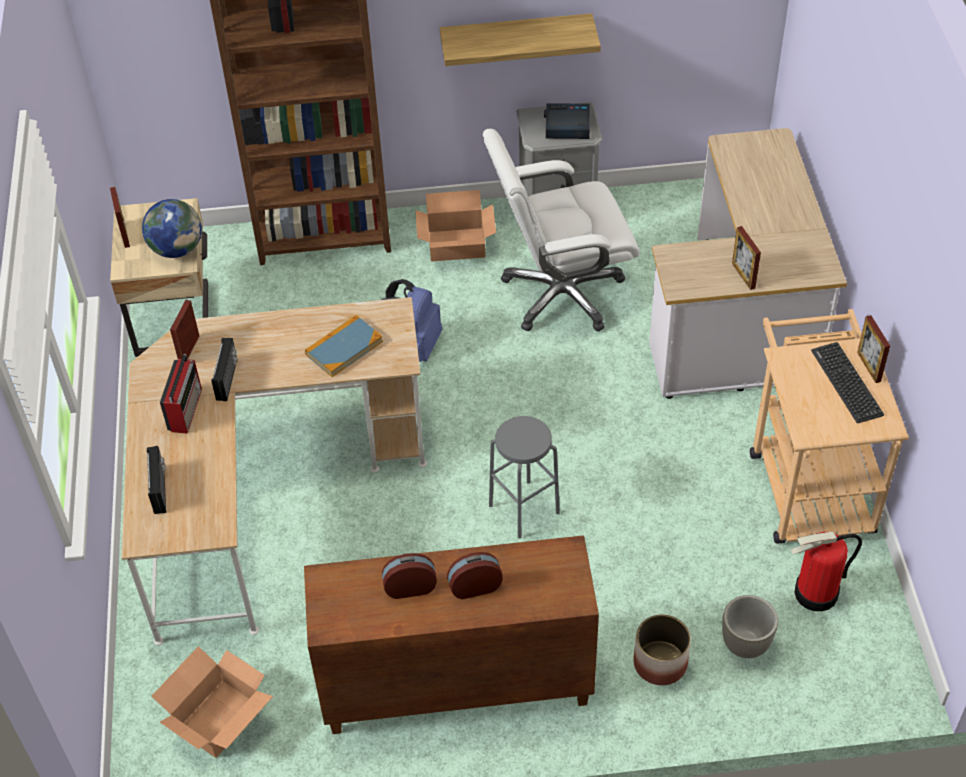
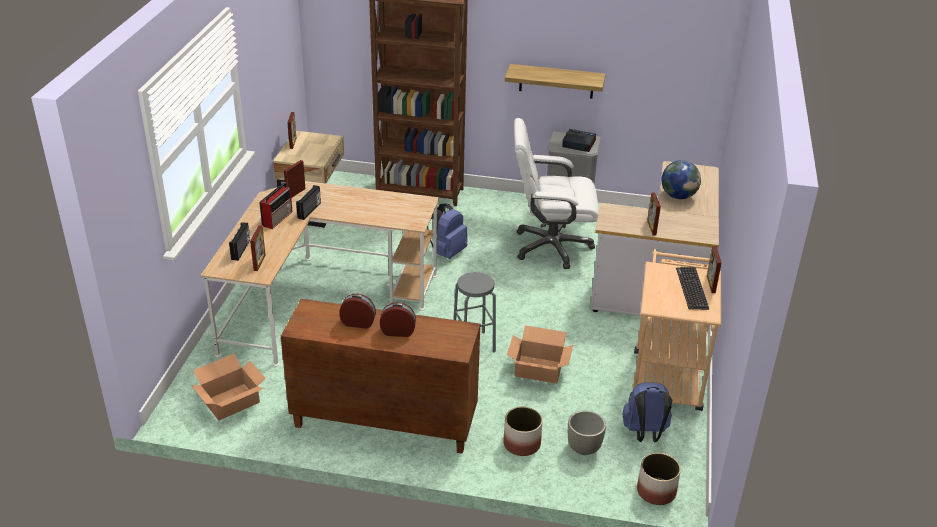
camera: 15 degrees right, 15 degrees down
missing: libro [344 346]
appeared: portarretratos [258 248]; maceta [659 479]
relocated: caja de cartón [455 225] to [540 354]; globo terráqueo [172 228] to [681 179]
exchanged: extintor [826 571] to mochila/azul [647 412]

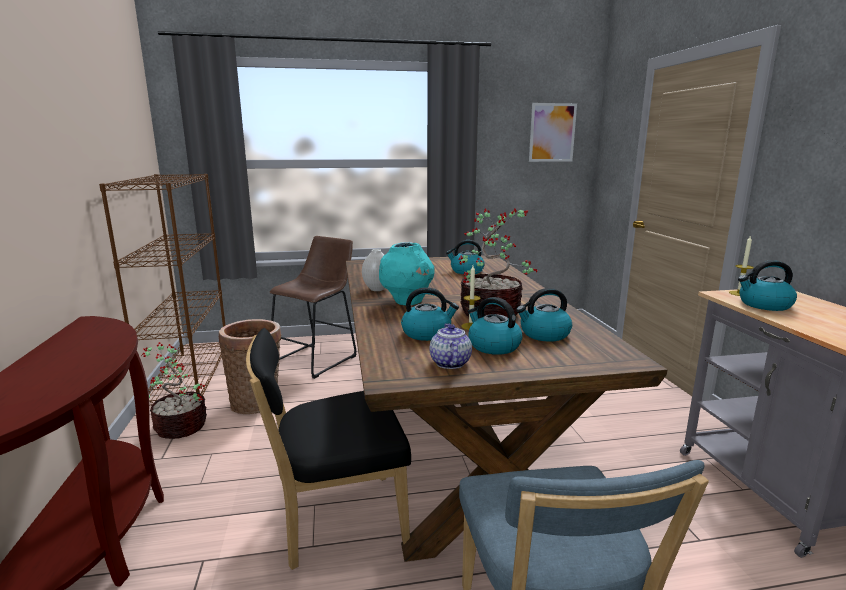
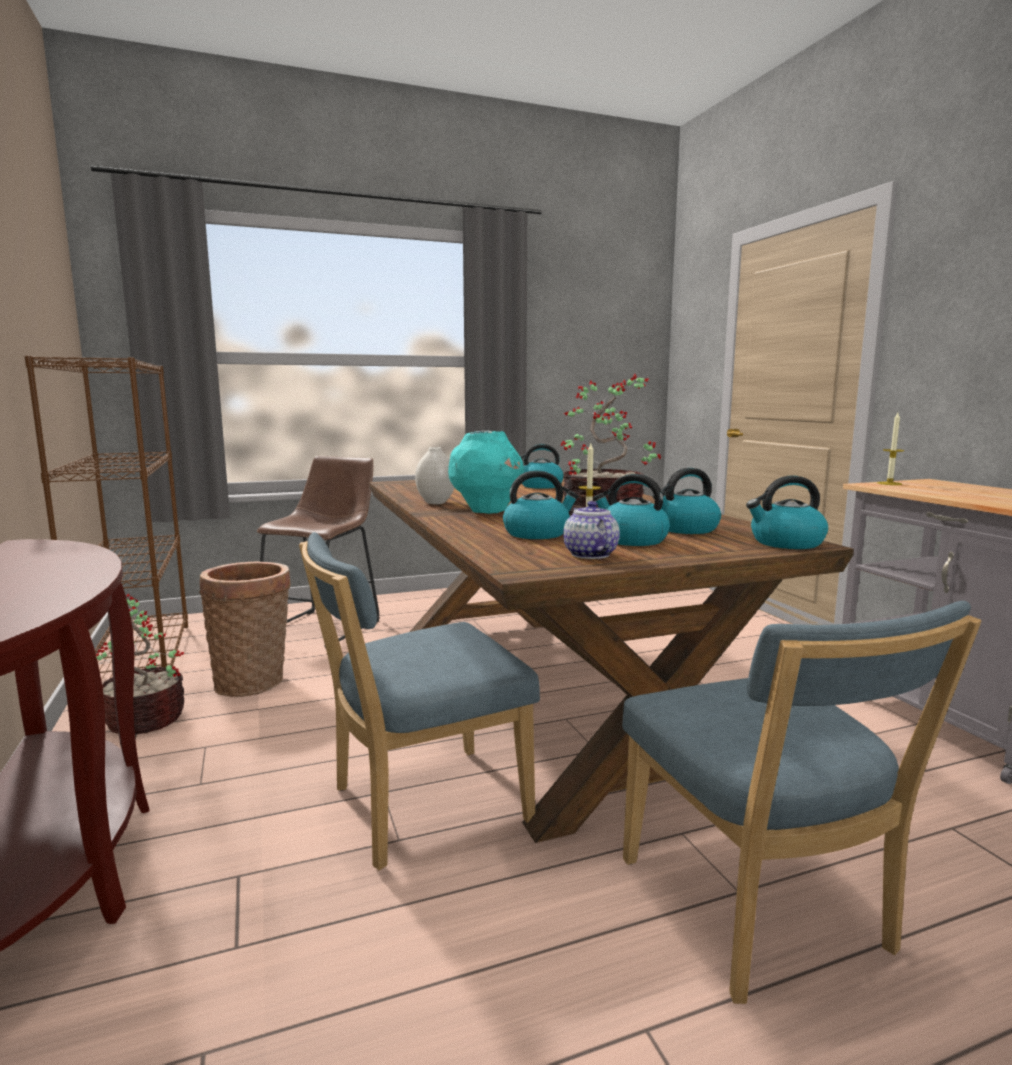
camera: 10 degrees left, 5 degrees down
missing: cuadro [553 132]
relocated: hervidor [767 285] to [787 512]
colour: silla/negro [328 449] to silla/azul [419 701]

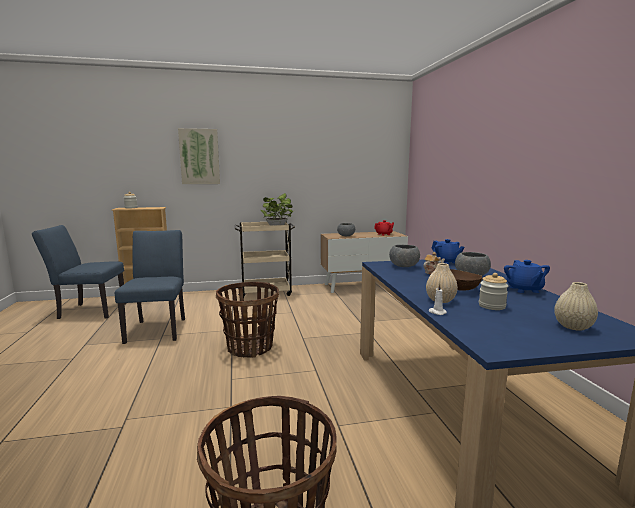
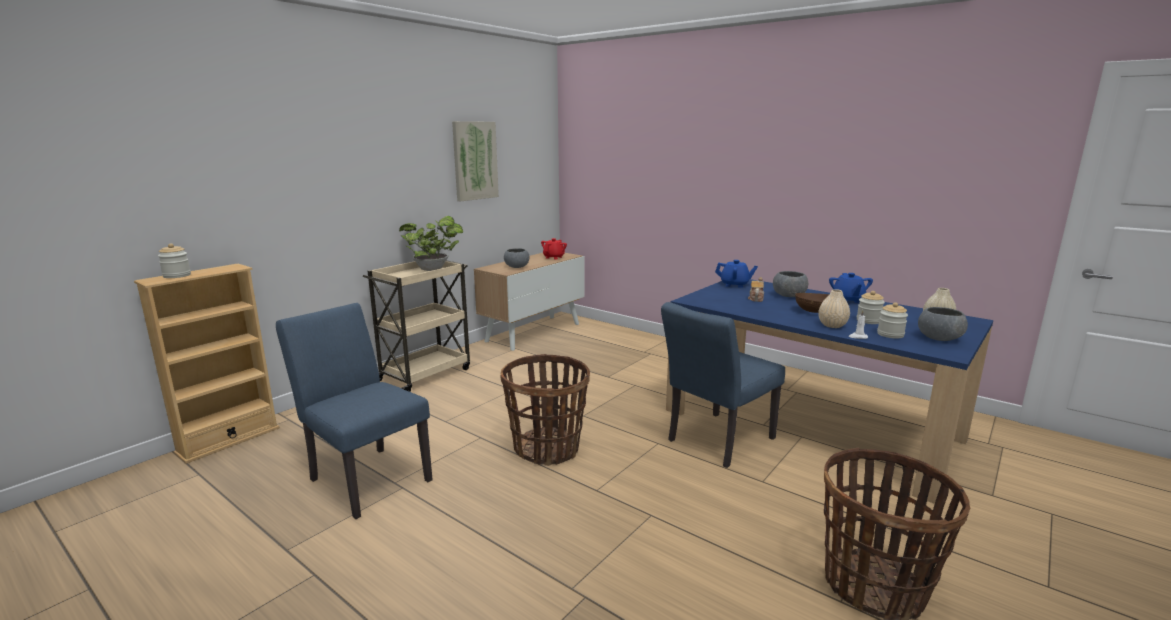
camera: 40 degrees left, 5 degrees up
appeared: tarro [892 320]
relocated: cuadro [199 156] to [475 161]; silla/azul [79 272] to [723 385]; cuenco/gris [404 255] to [943 324]
spun: tetera/azul [527 276] = [851 288] 45 degrees clockwise

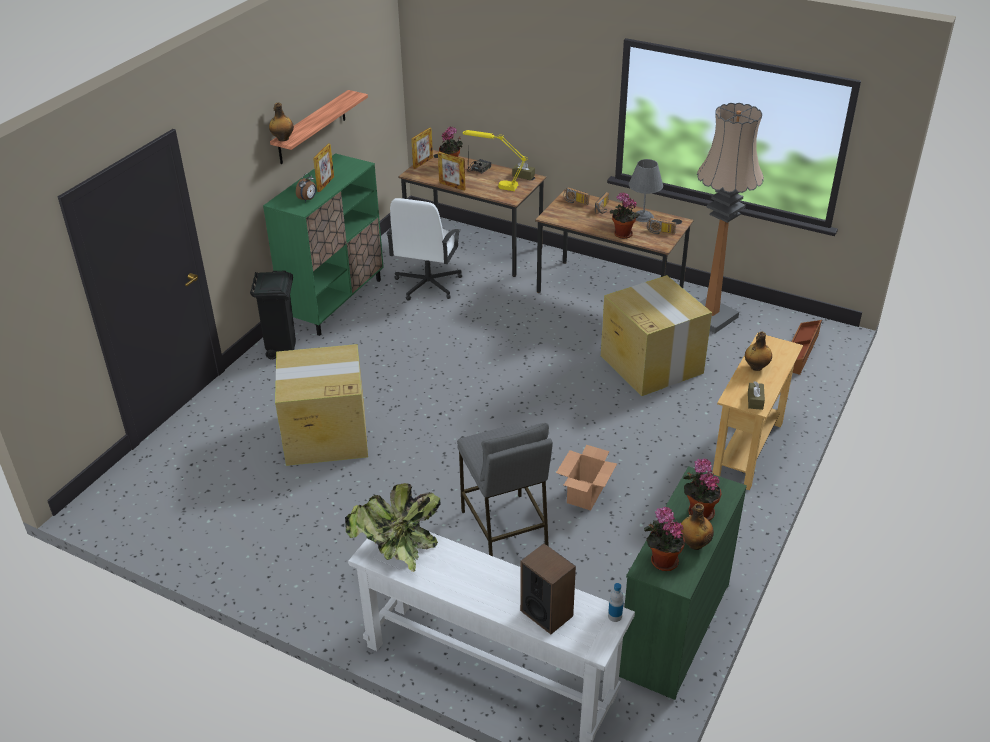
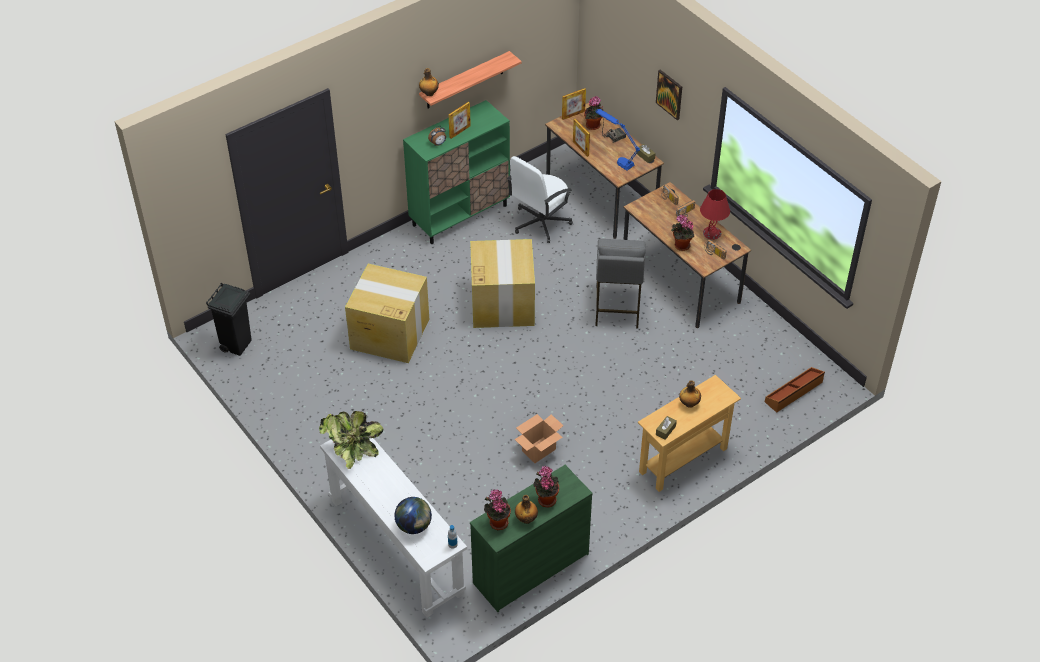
camera: 25 degrees right, 10 degrees up
missing: lámpara de pie [730 218]
appeared: cuadro [669 95]
relocated: papelera/negro [273 315] to [229 319]; caja de cartón [656 335] to [502 283]; taburete/gris [505 489] to [620 283]
exchanged: altavoz [548 588] to globo terráqueo [413 515]
colour: lámpara de mesa/amarillo [495 160] to lámpara de mesa/azul [618 140]; lámpara de mesa/gris [646 190] to lámpara de mesa/rojo [715 214]

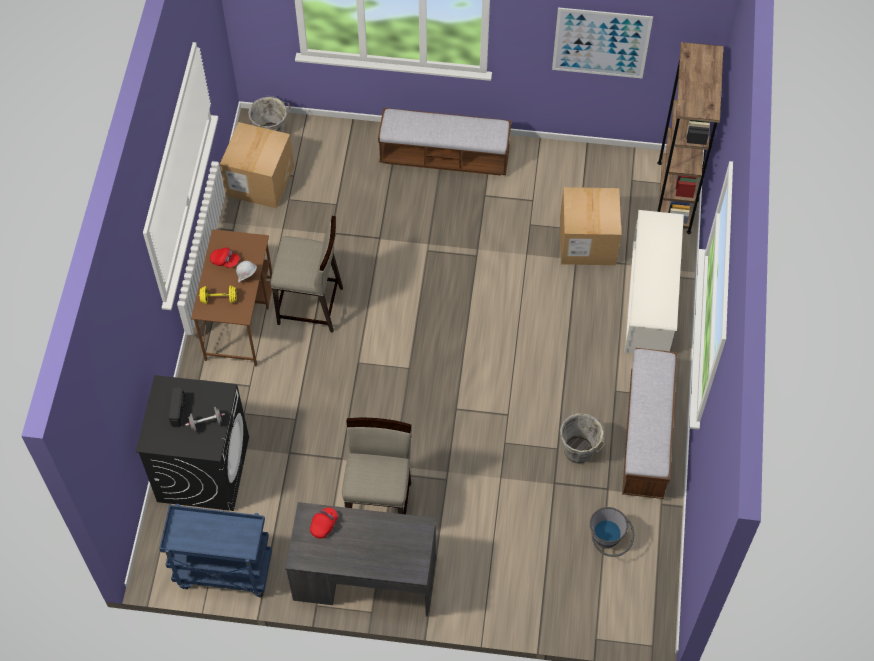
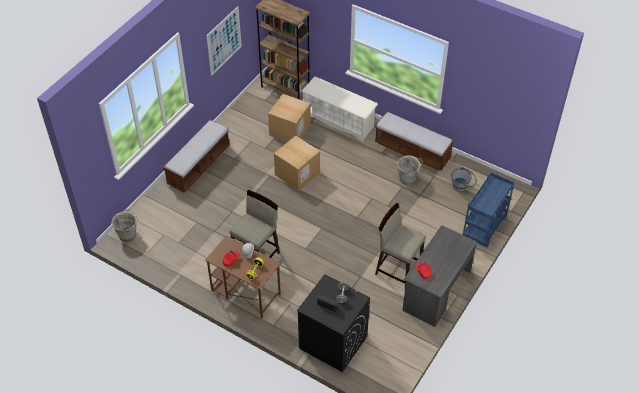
camera: 65 degrees left, 10 degrees down
relocated: caja de cartón [257 165] to [297 163]; carrito/azul [215 550] to [488 210]

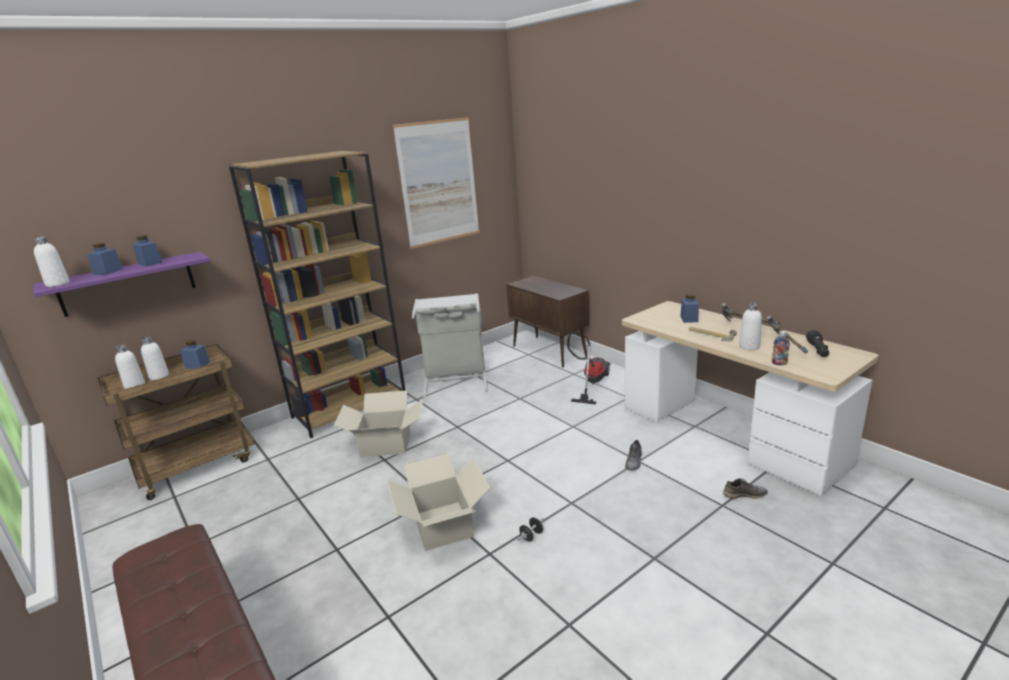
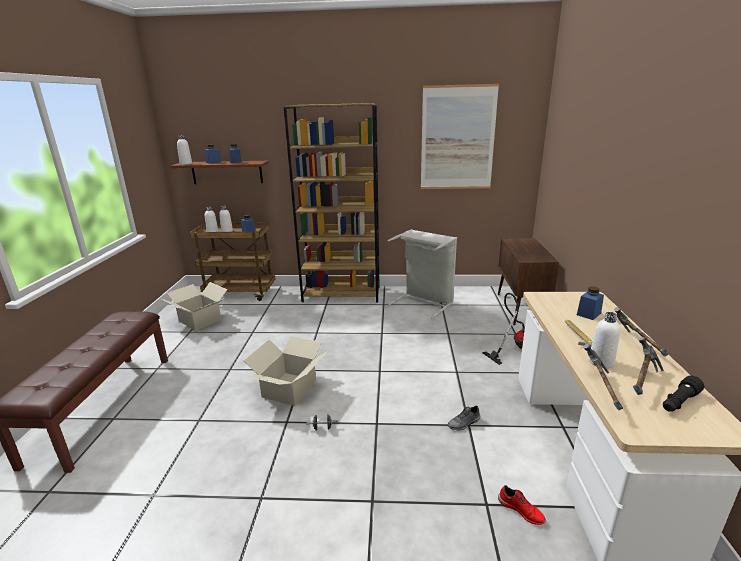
camera: 40 degrees right, 0 degrees up
relocated: caja de cartón [378 423] to [195 306]
exchanged: botella [781 348] to martillo [603 377]
colour: estante/morado [121 284] to estante/marrón [220 172]; zapato/gris [745 488] to zapato/rojo [522 505]

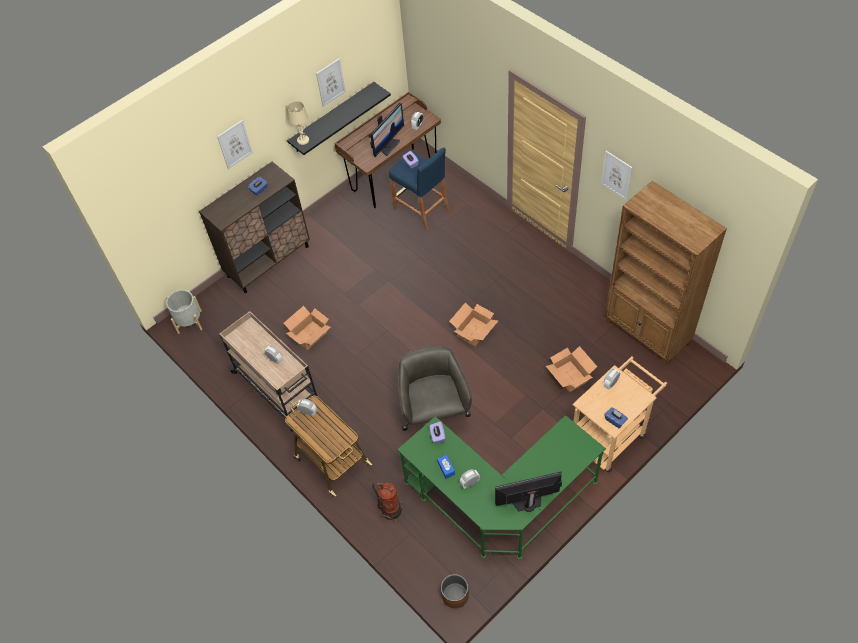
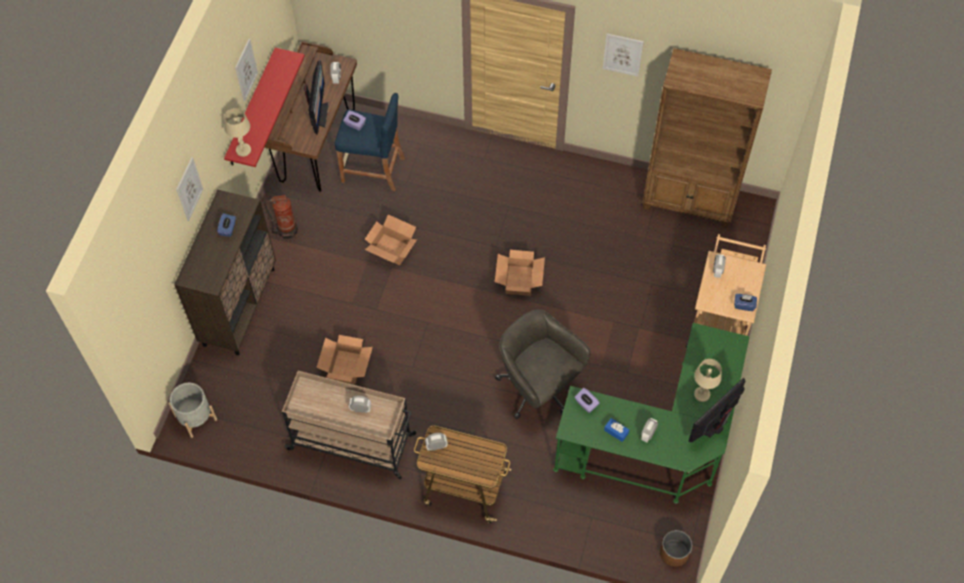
camera: 35 degrees left, 5 degrees up
appeared: lámpara de mesa/beis [707 380]
relocated: extintor [387 502] to [281 217]; caja de cartón [571 369] to [391 240]
colour: estante/negro [339 118] to estante/rojo [264 107]

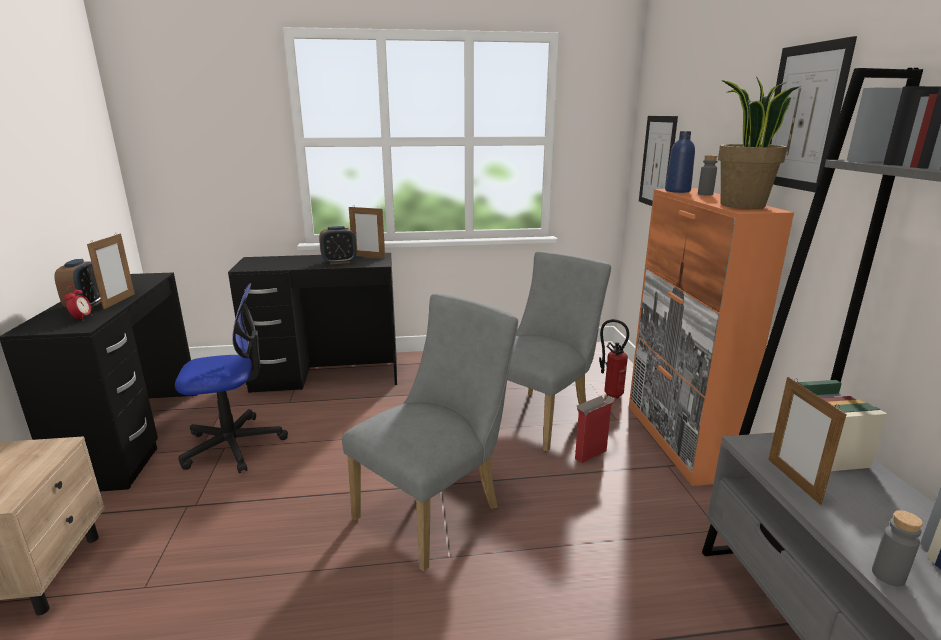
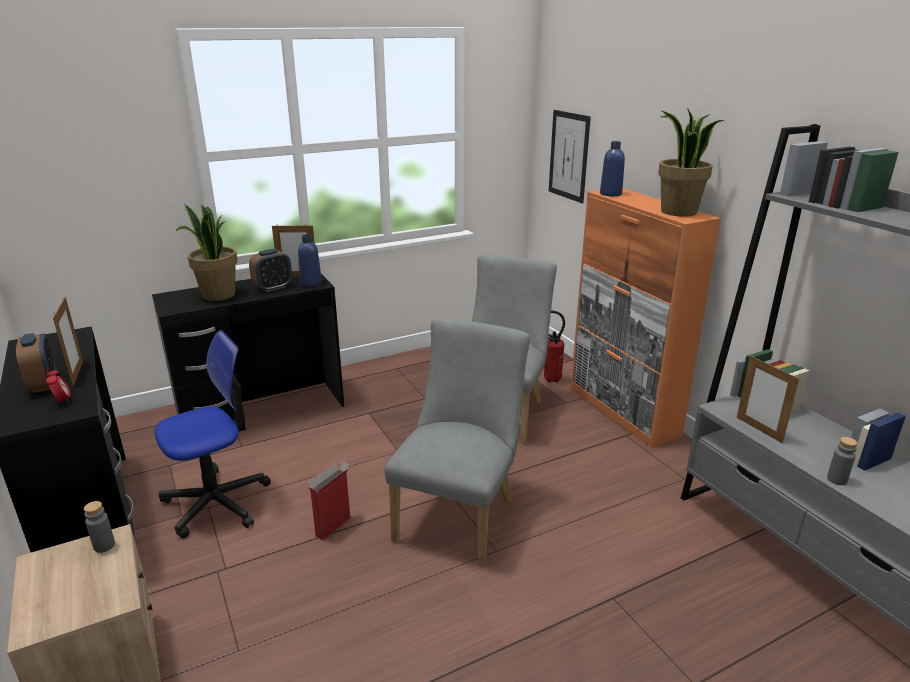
camera: 20 degrees left, 5 degrees up
missing: cuadro [813 114]
appeared: planta en maceta [207 252]; botella/azul [310 260]
relocated: botella/gris [707 175] to [99 527]; caja de cartón [595 429] to [328 500]

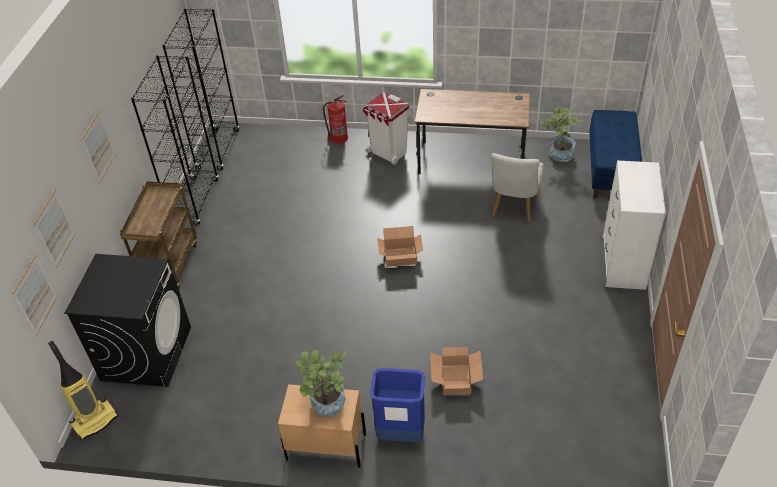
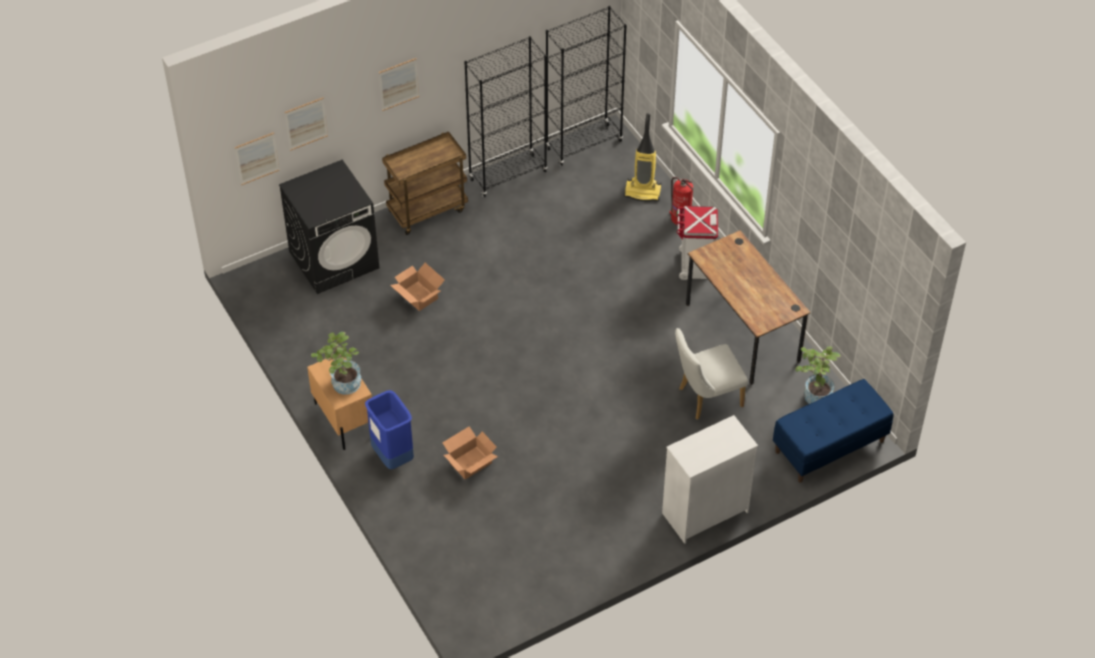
camera: 50 degrees right, 5 degrees up
relocated: caja de cartón [400 246] to [417 287]; aspiradora [83 390] to [642 157]

